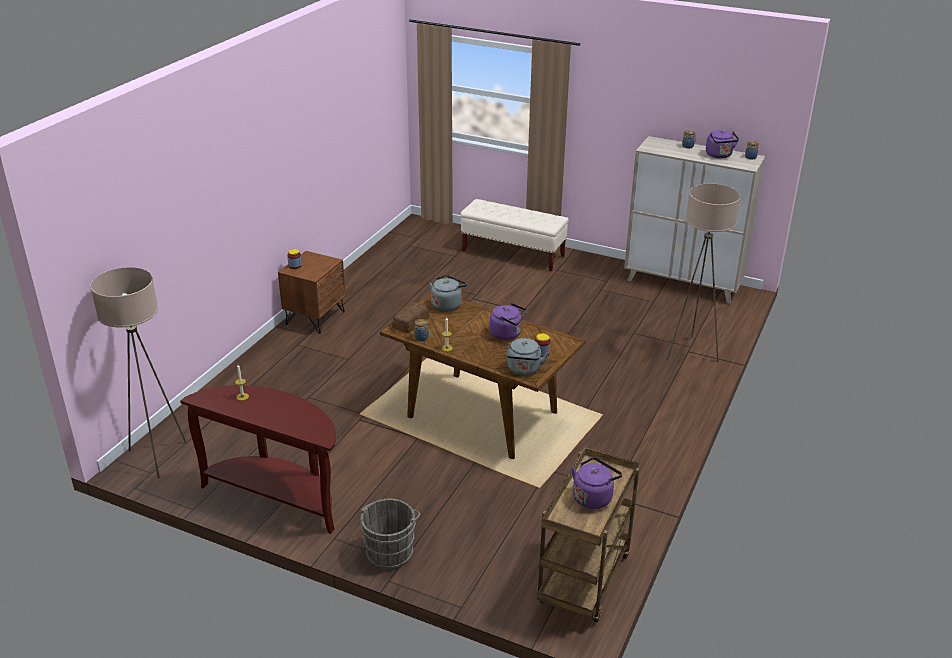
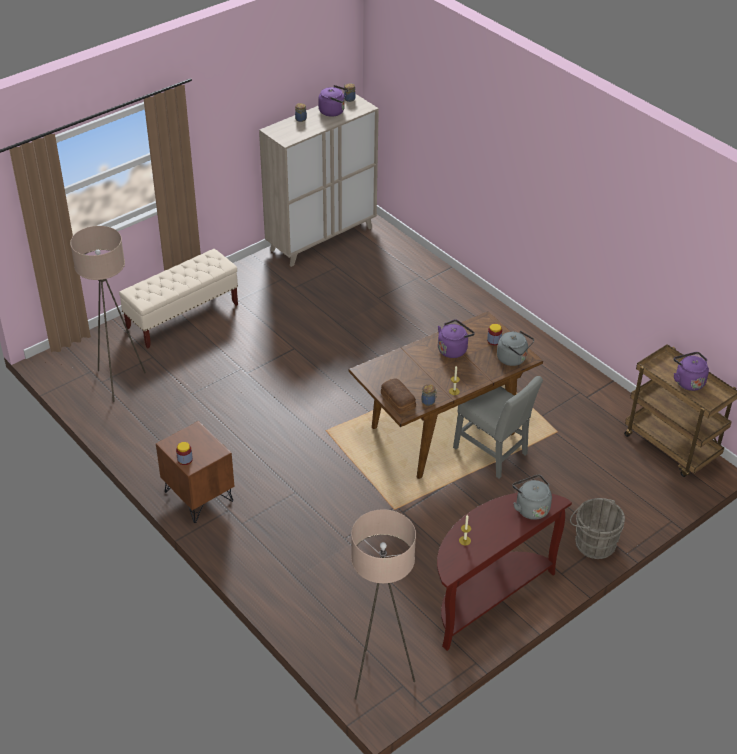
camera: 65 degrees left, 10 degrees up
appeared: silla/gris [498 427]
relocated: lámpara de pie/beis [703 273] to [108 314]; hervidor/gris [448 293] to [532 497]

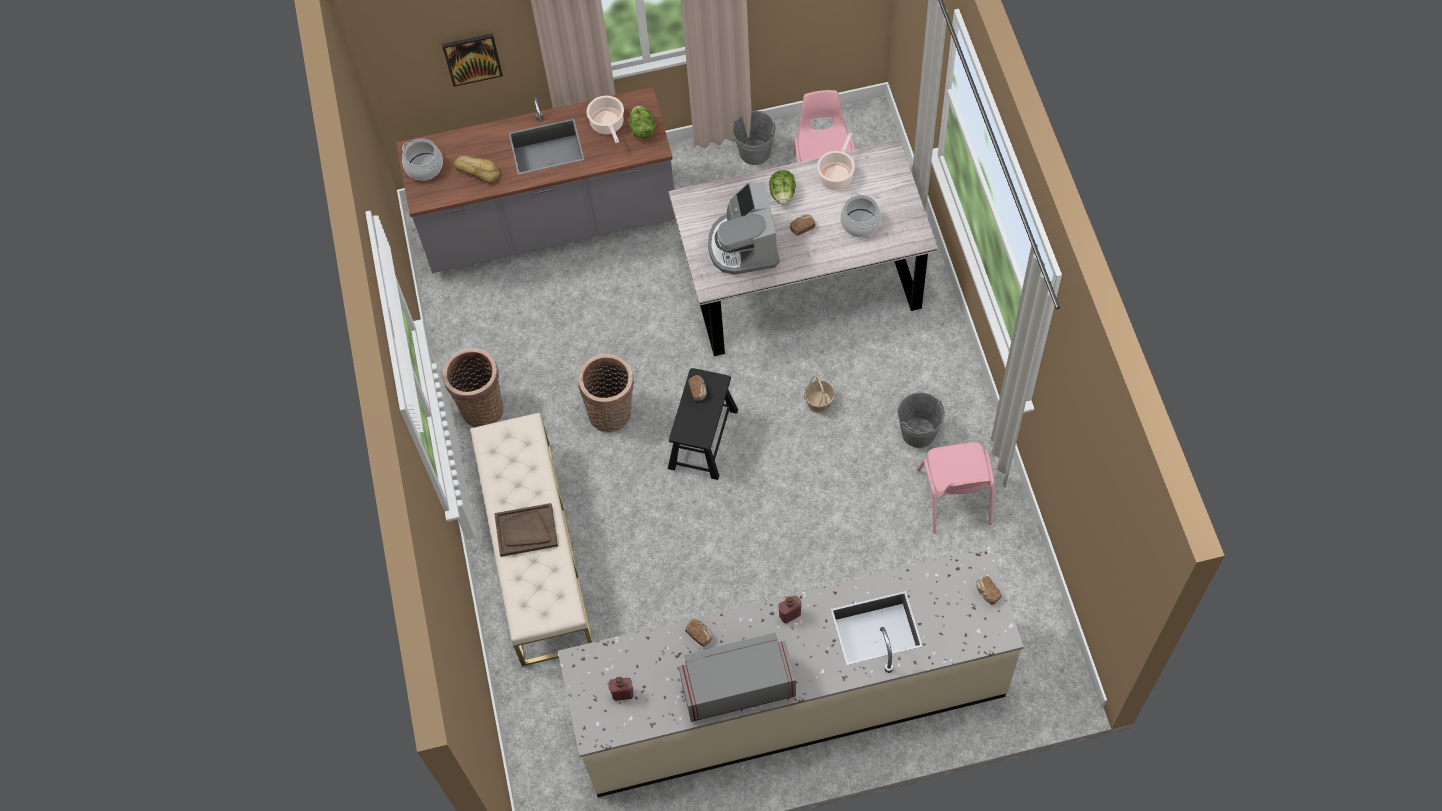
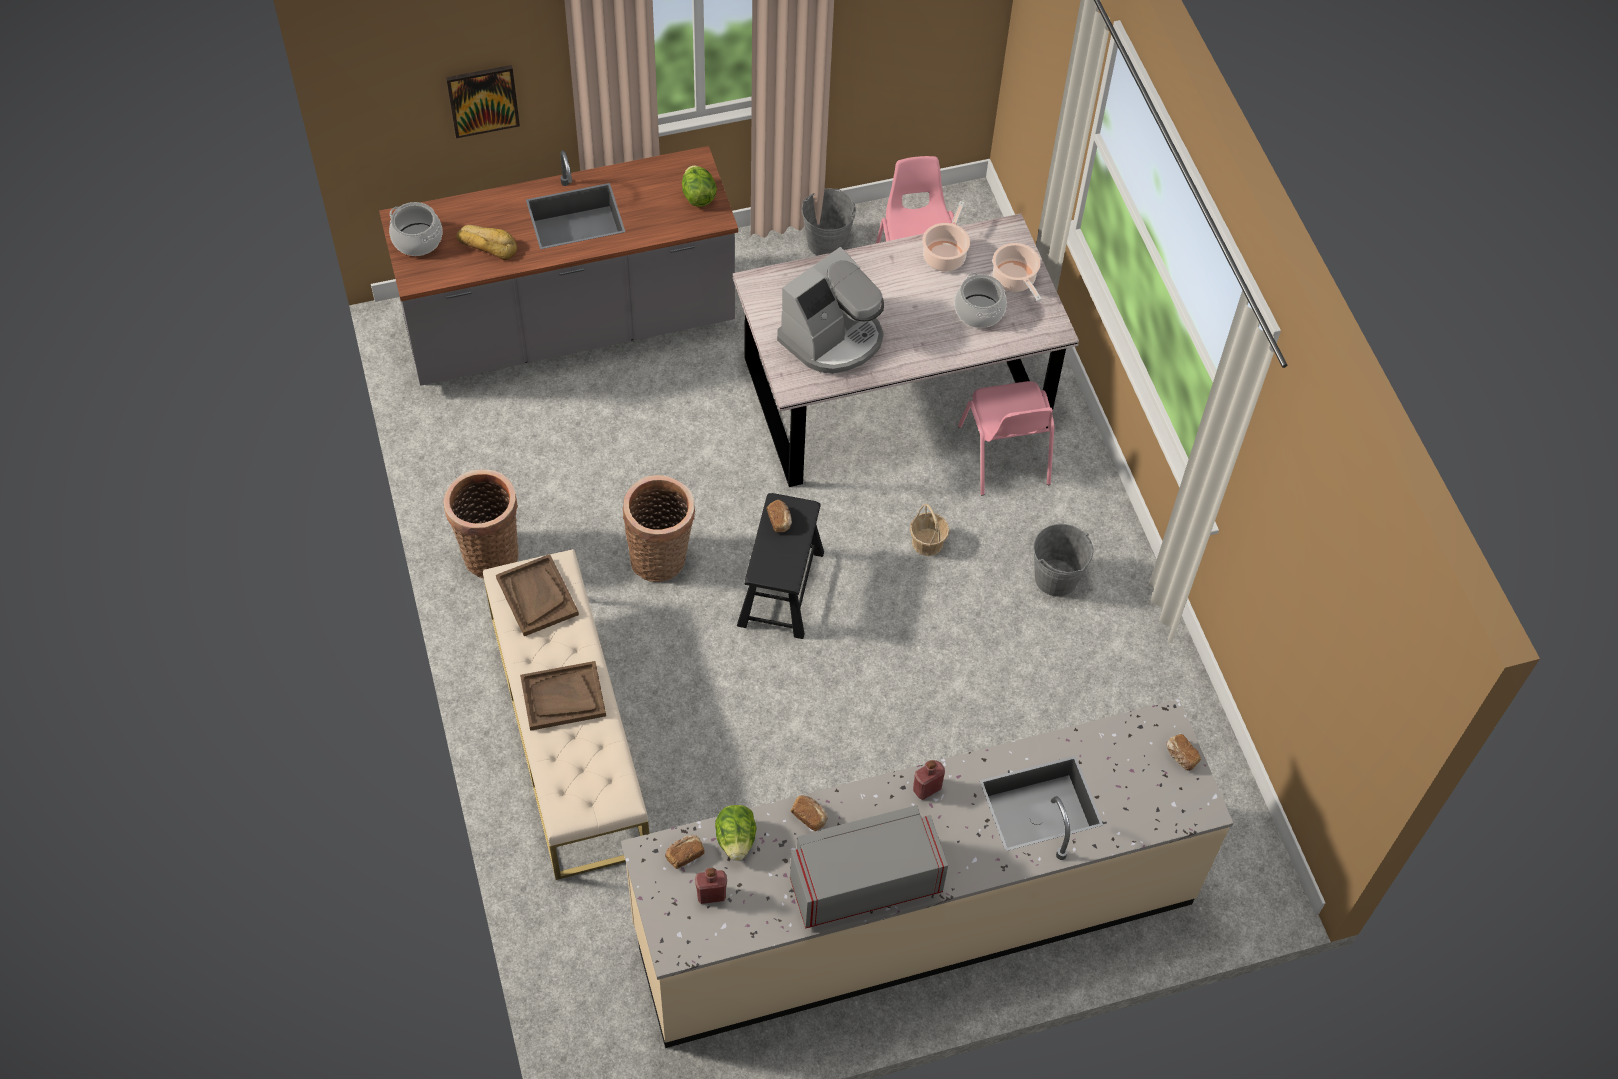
camera: 10 degrees left, 5 degrees down
appeared: bandeja/marrón [537 595]
relocated: pan [802 225] to [685 852]; lechuga [782 187] to [736 833]; silla/rosa [955 488] to [1006 438]; olla [605 119] to [1017 272]
spun: cafetera [744 228] = [830 310] 120 degrees counterclockwise

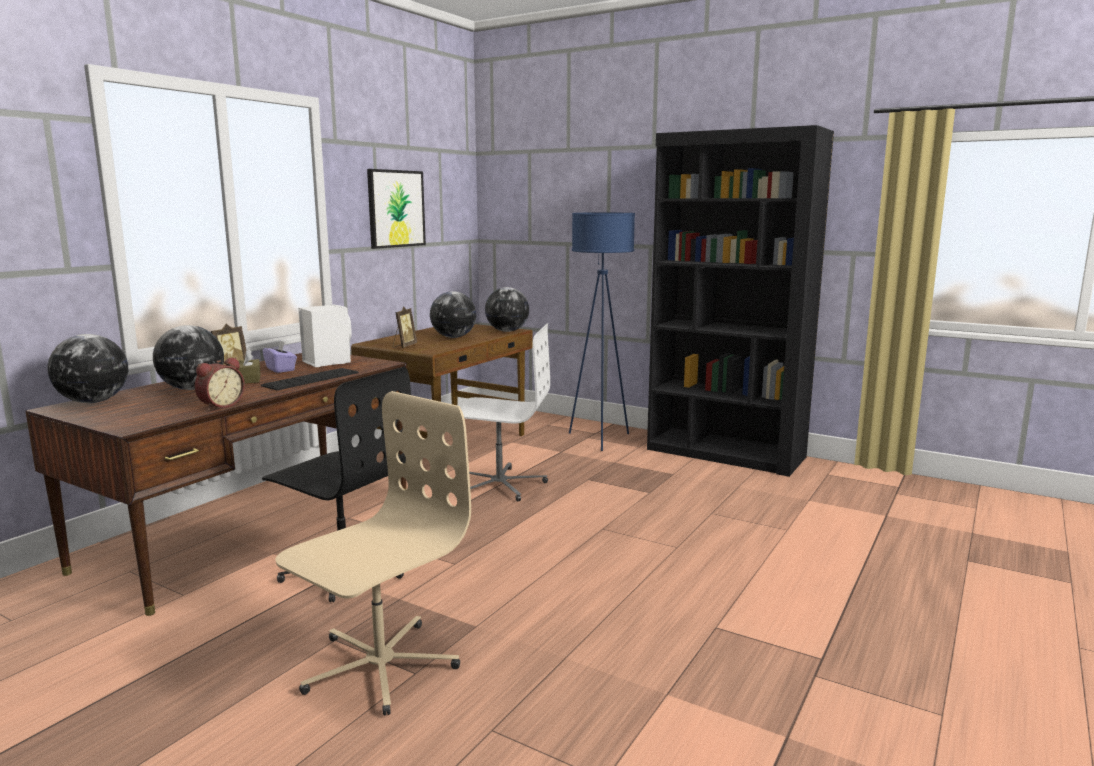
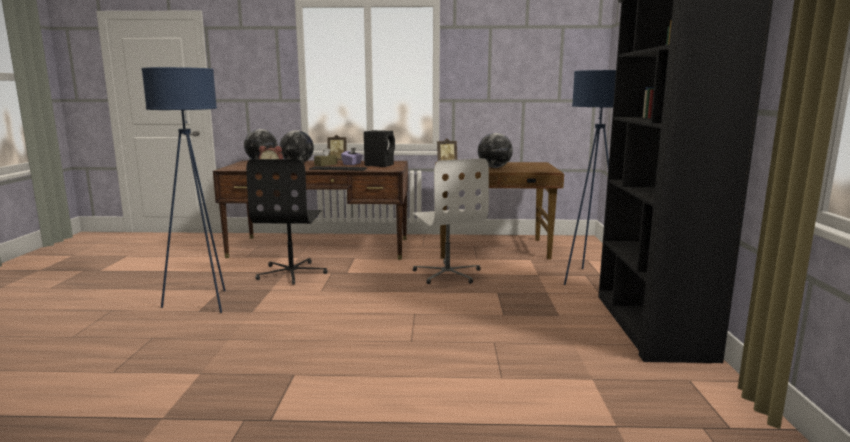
camera: 60 degrees right, 0 degrees up
missing: cuadro [396 209]; globo terráqueo [507 309]
exchanged: silla de oficina/beis [373 553] to lámpara de pie/azul [183 190]
colour: altavoz/blanco [325 336] to altavoz/negro [379 148]

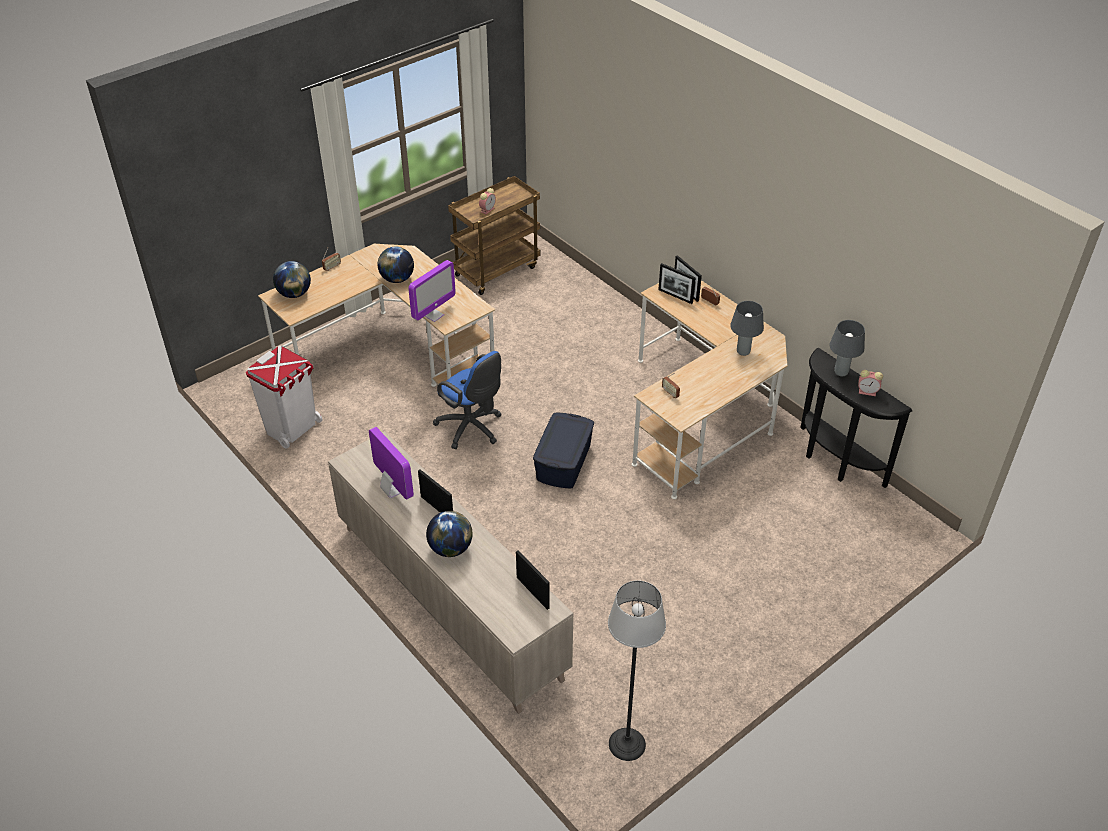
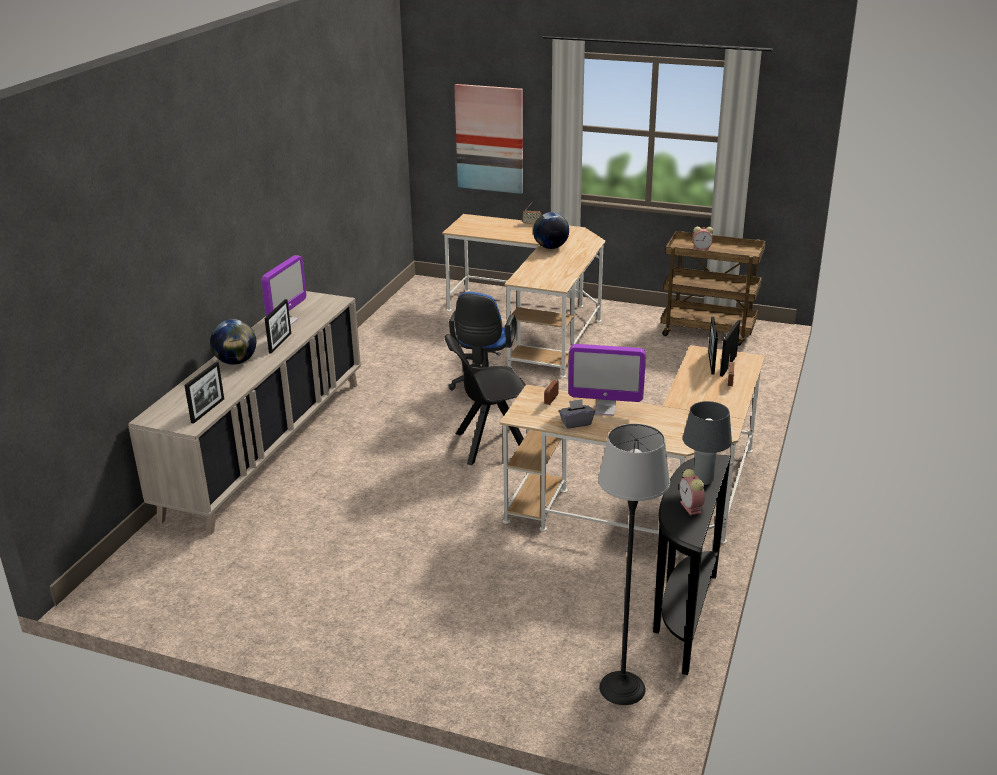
camera: 60 degrees right, 15 degrees down
missing: papelera/blanco [284 397]; globo terráqueo [292 279]; lámpara de mesa/gris [747 328]
appeared: cuadro [488 139]; caja de pañuelos/gris [577 414]
relocated: monitor [432 291] to [607 380]; lámpara de pie [637 670] to [634 564]
exchanged: caja de almacenaje/azul [563 450] to silla/negro [485 399]

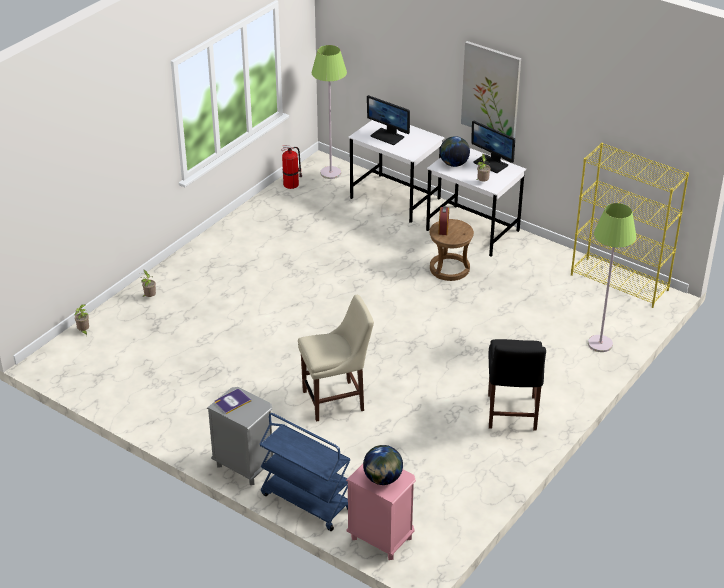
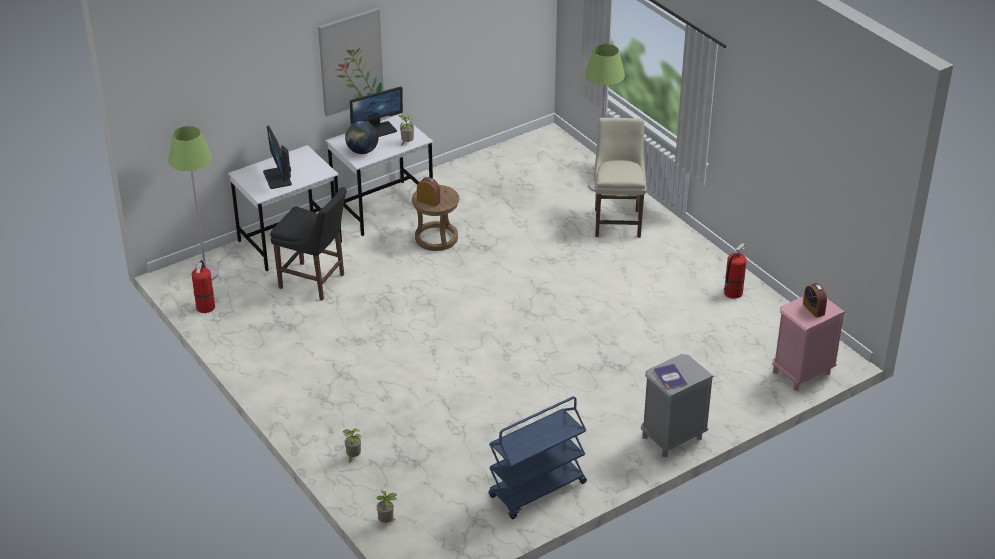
camera: 70 degrees left, 0 degrees up
missing: estantería/amarillo [630 225]
appeared: extintor [735 271]
relocated: silla/negro [517 385] to [308 243]; carrito/azul [305 472] to [537 457]; silla/beis [336 358] to [620 178]
exchanged: globo terráqueo [383 465] to despertador [815 300]
spun: monitor [388 120] = [277 157] 105 degrees clockwise

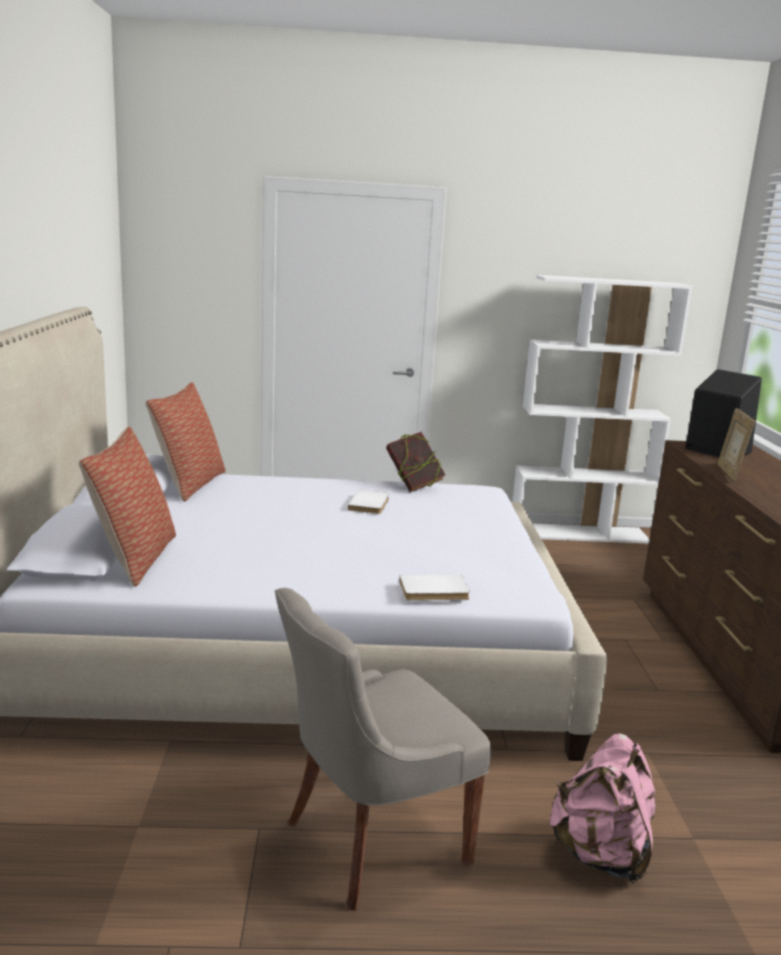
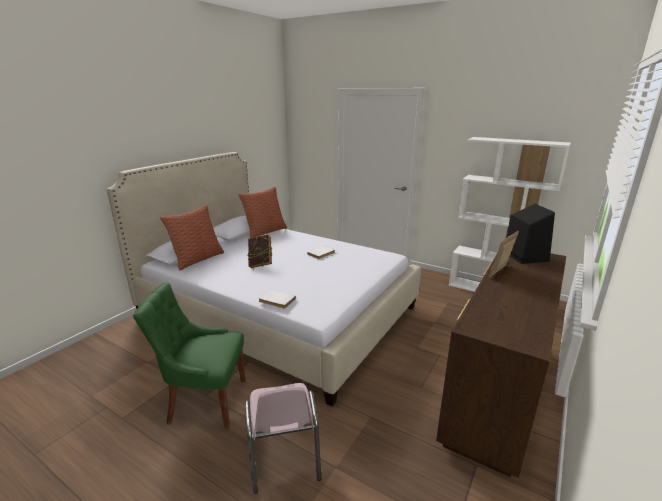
camera: 35 degrees right, 5 degrees up
relocated: libro [415 462] to [260 251]
exchanged: mochila/rosa [603 808] to silla/rosa [283 438]
colour: silla/gris [383 749] to silla/verde [189 355]

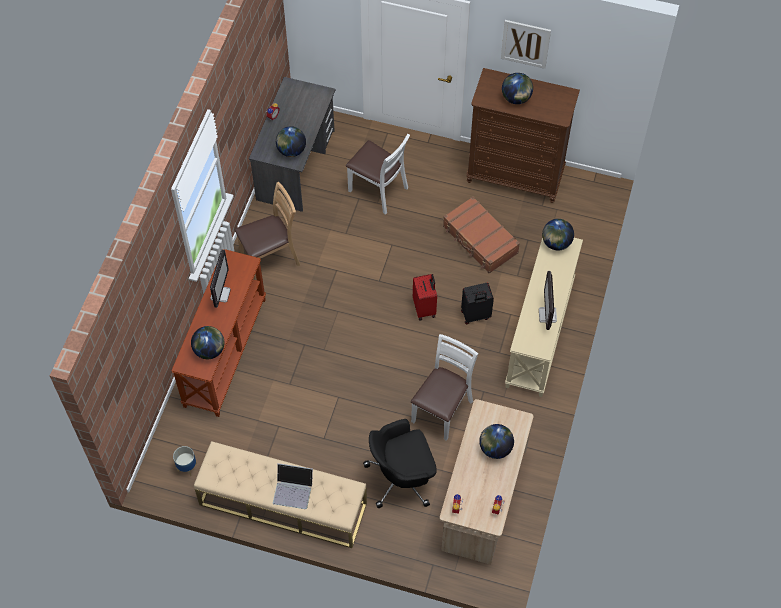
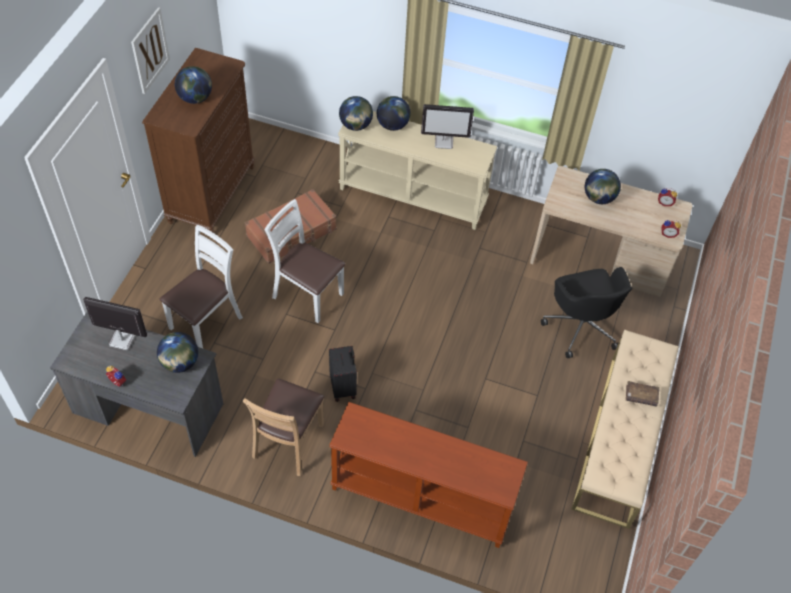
camera: 90 degrees left, 5 degrees down
missing: maceta [185 461]; maleta/rojo [425 297]
relocated: monitor [220 278] to [115 323]; silla/blanco [444 387] to [305 261]; maleta/negro [477 303] to [343 374]; globo terráqueo [208 342] to [394 113]
exchanged: portátil [293 486] to libro/marrón [643 394]
spun: silla/marrón [267 231] = [283 427] 135 degrees counterclockwise

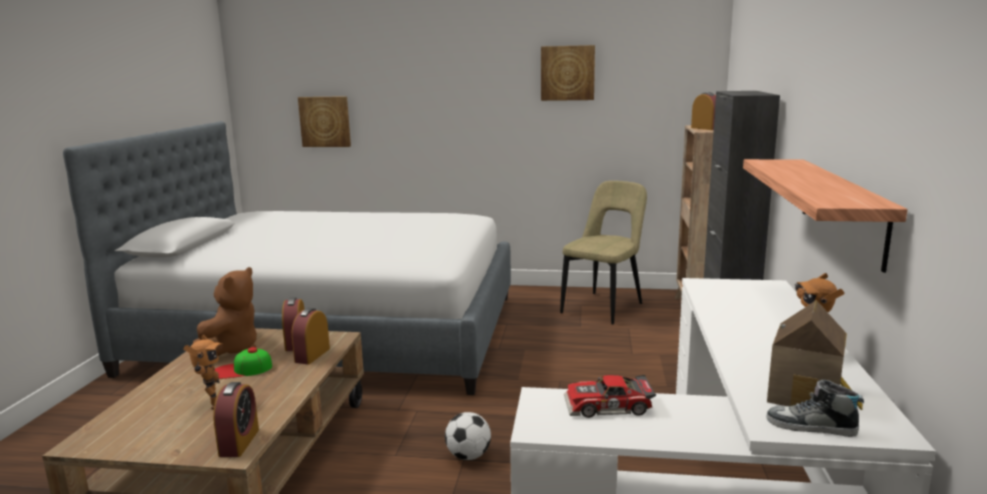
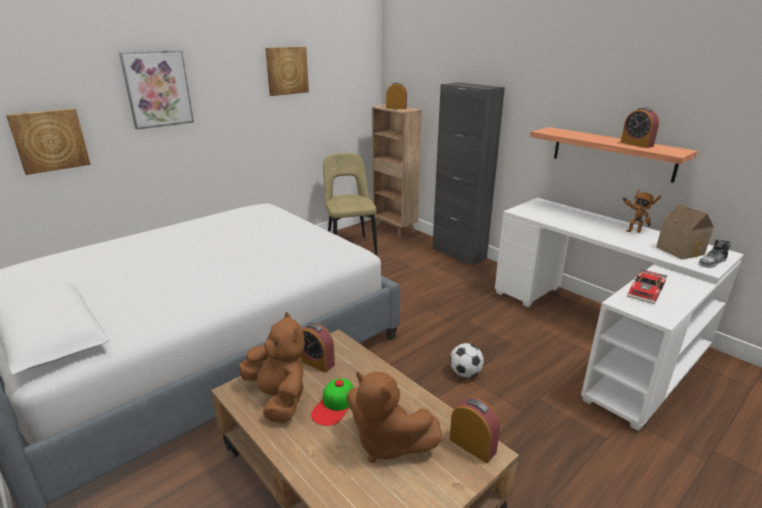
camera: 50 degrees left, 10 degrees up
appeared: cuadro [156 90]
relocated: despertador [311 336] to [640 127]
exchanged: robot de juguete [203 372] to peluche/marrón [395 417]

